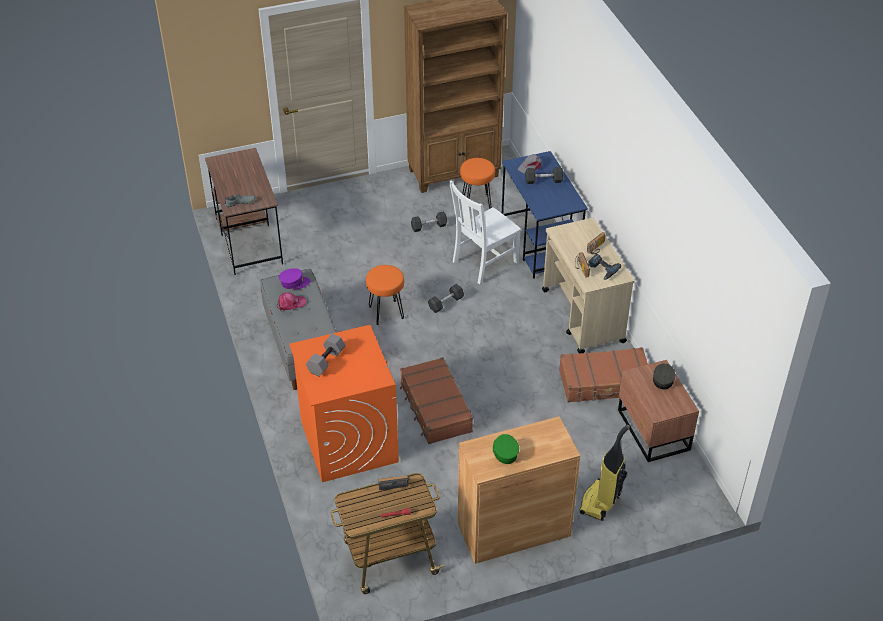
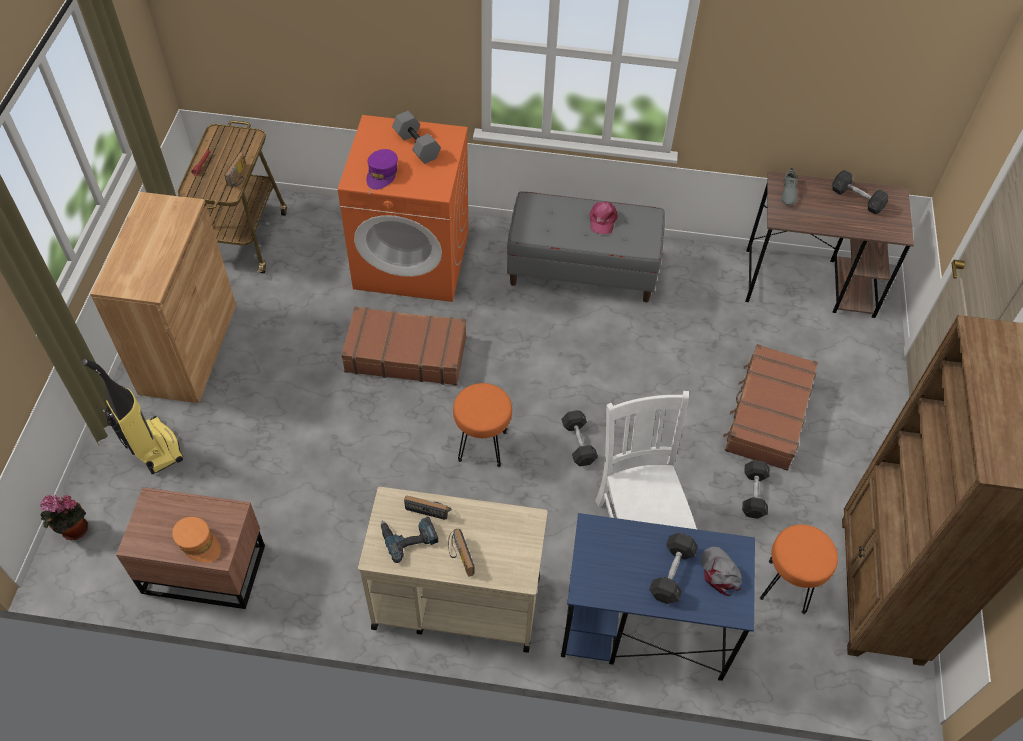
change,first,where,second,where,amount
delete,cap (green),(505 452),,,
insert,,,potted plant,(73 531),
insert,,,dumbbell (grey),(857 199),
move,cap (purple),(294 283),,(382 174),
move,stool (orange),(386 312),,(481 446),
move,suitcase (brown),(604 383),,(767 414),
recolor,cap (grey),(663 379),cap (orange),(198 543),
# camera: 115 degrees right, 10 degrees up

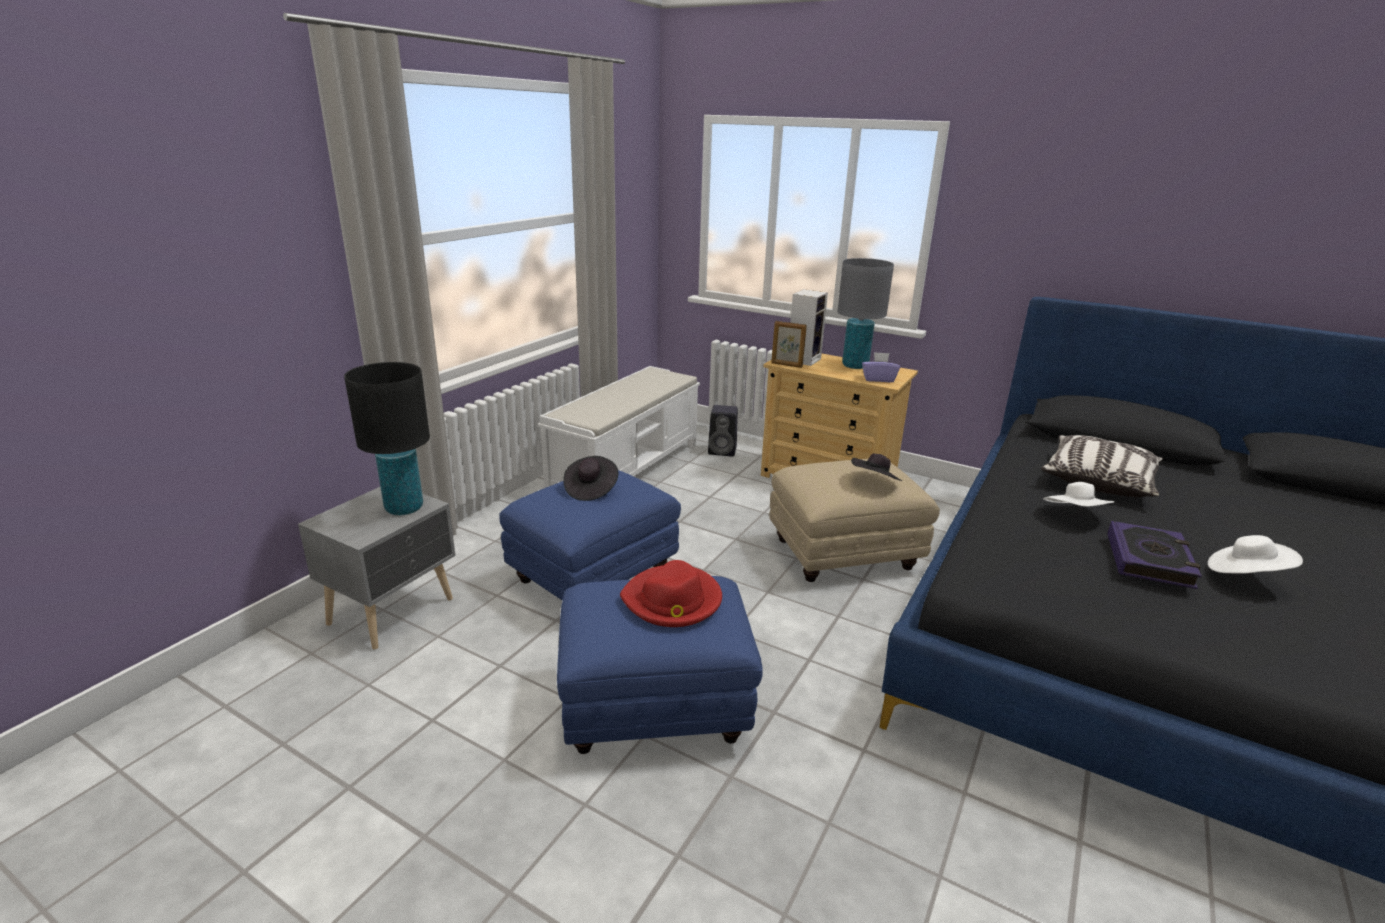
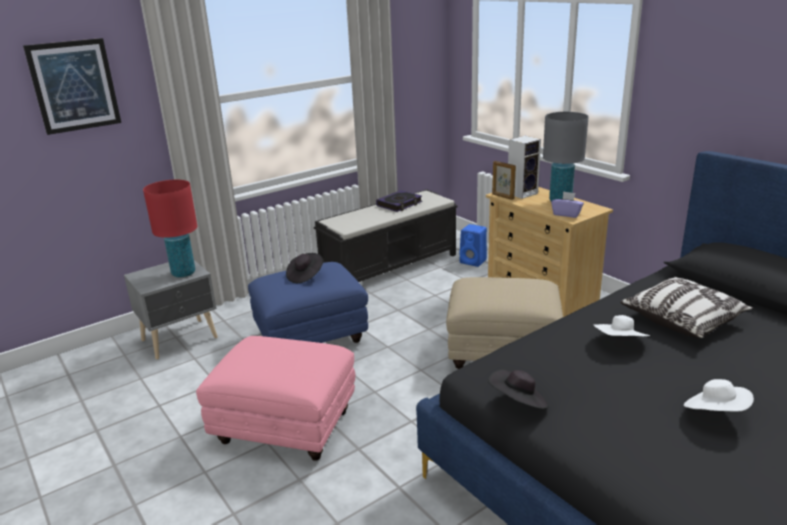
change,first,where,second,where,amount
delete,hat (red),(672 600),,,
insert,,,picture,(74 86),
move,hat (black),(874 482),,(518 403),
move,book,(1149 560),,(399 204),
recolor,table lamp (black),(404 508),table lamp (red),(184 273),
recolor,bench (white),(626 468),bench (black),(391 266),
recolor,ottoman (blue),(656 707),ottoman (pink),(287 428),
recolor,speaker (black),(723 451),speaker (blue),(474 261),
# camera: 25 degrees right, 0 degrees up

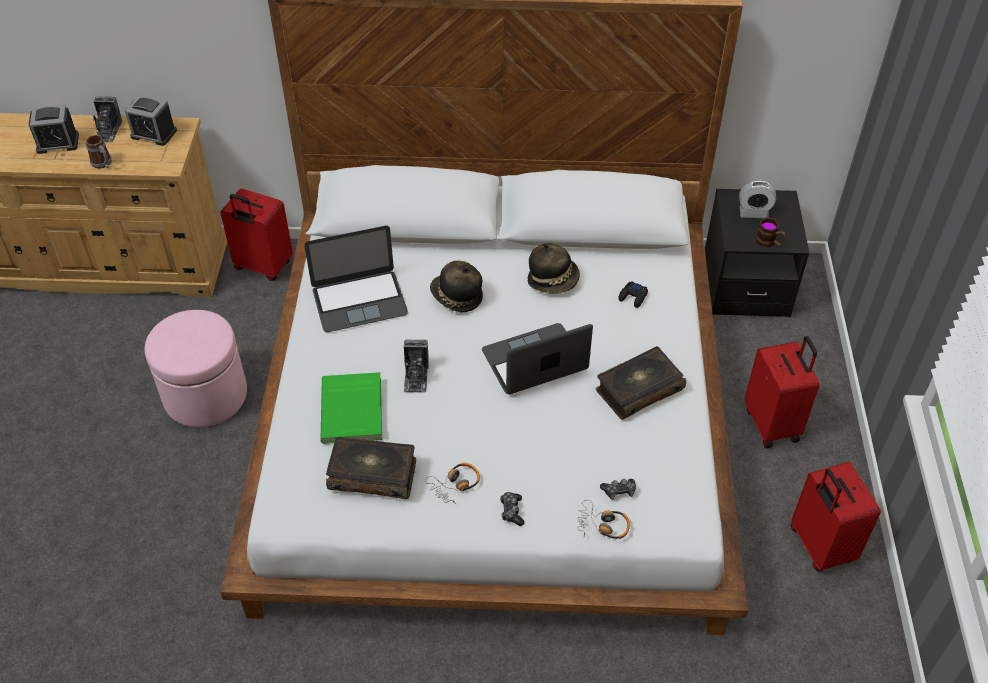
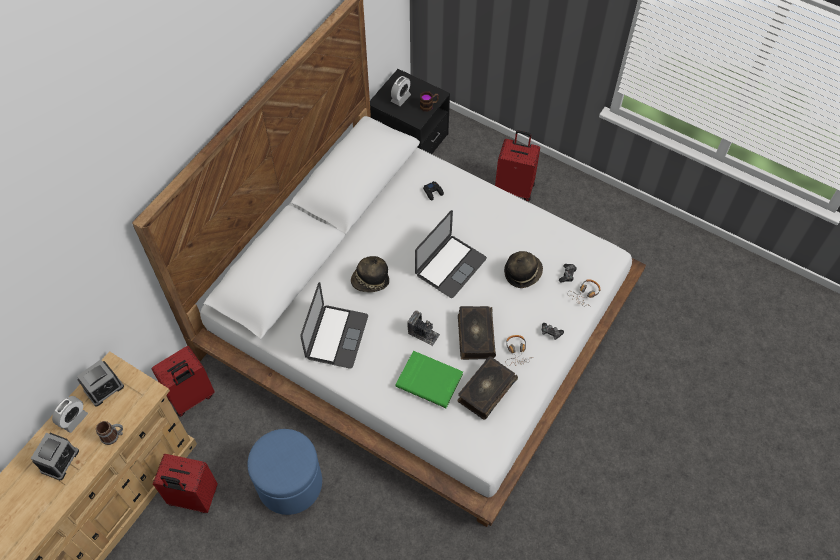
change,first,where,second,where,amount
move,hat,(553 280),,(522 273),
move,book,(638 389),,(475 336),
move,suitcase (red),(819 546),,(193 498),
replace,photo camera,(108 131),alarm clock,(74 419),
recolor,ottoman (pink),(205 395),ottoman (blue),(290 483),
rotate,laptop,(534 360),,(450 266),150 degrees counterclockwise
# camera: 60 degrees left, 10 degrees up

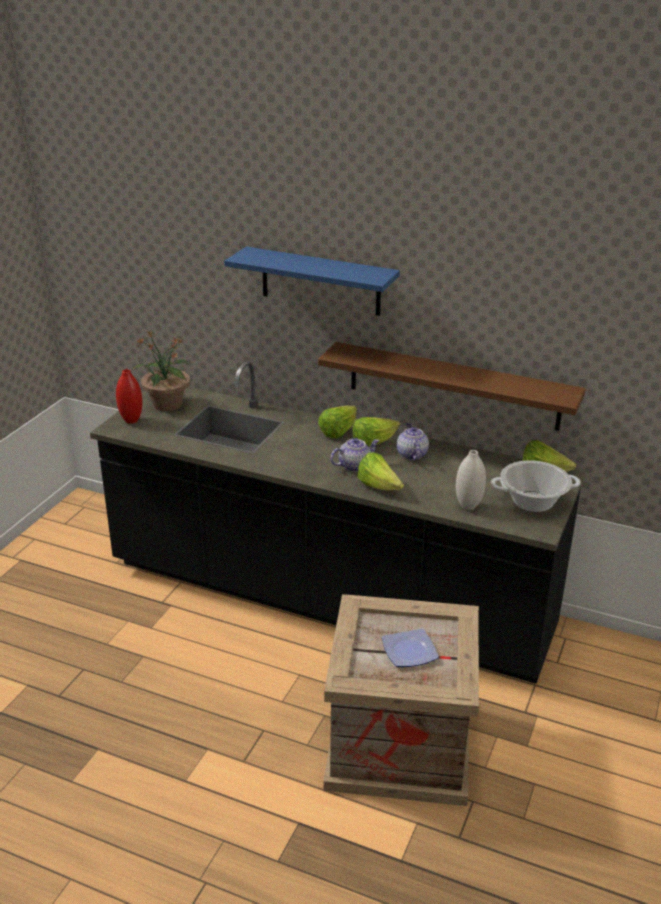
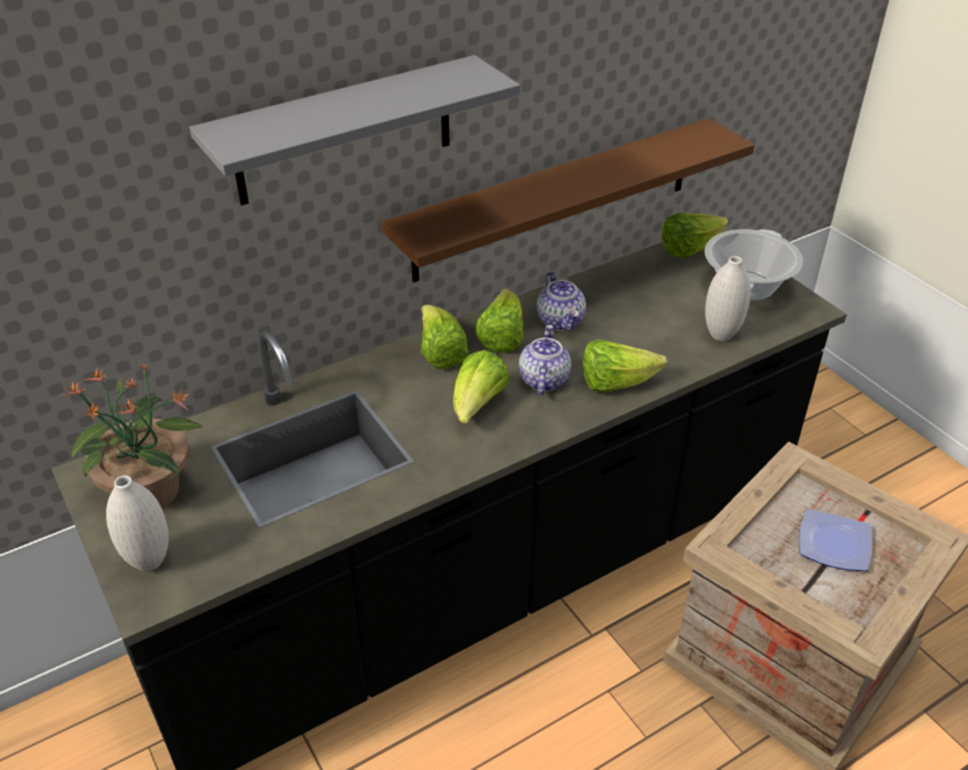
change,first,where,second,where,amount
insert,,,lettuce,(477 406),
recolor,vase (red),(131 420),vase (white),(149 561),
recolor,shelf (blue),(320 281),shelf (grey),(344 131),
rotate,teapot,(411 454),,(561 321),135 degrees counterclockwise
# camera: 55 degrees left, 10 degrees up

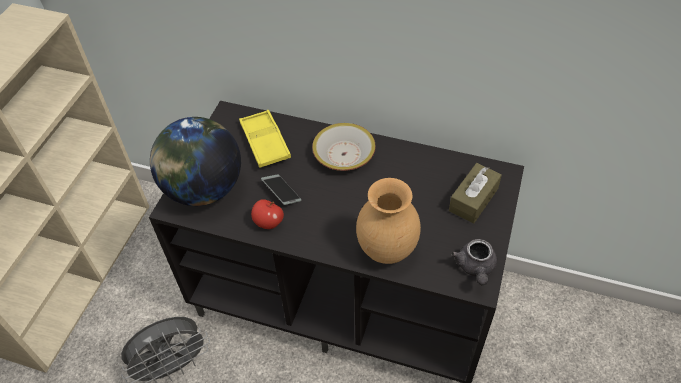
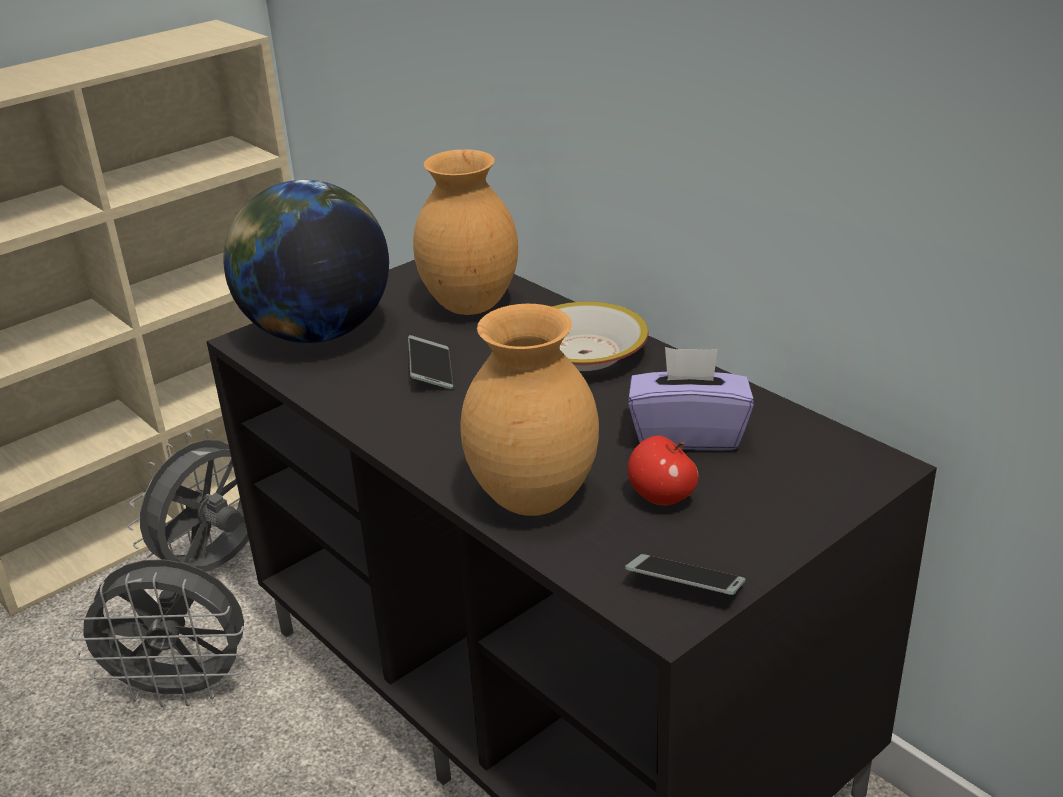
change,first,where,second,where,amount
delete,tissue box (brown),(473 199),,,
insert,,,fan (grey),(218 564),
insert,,,tissue box (purple),(688 434),
move,apple,(268 222),,(661 497),
replace,tray (yellow),(265 142),vase (brown),(468 306),
replace,teapot (grey),(475 268),phone,(685 584),
# camera: 30 degrees right, 20 degrees down

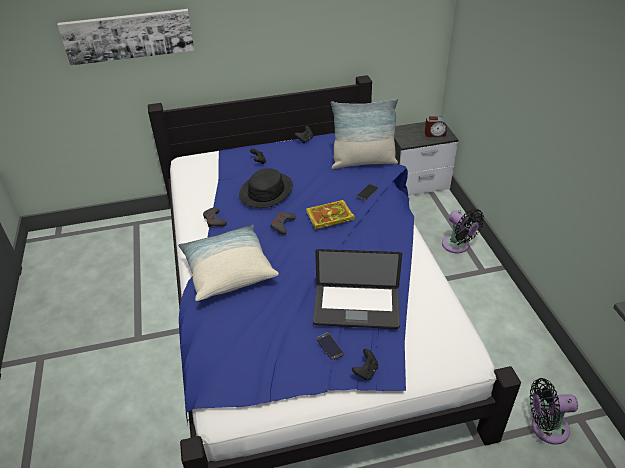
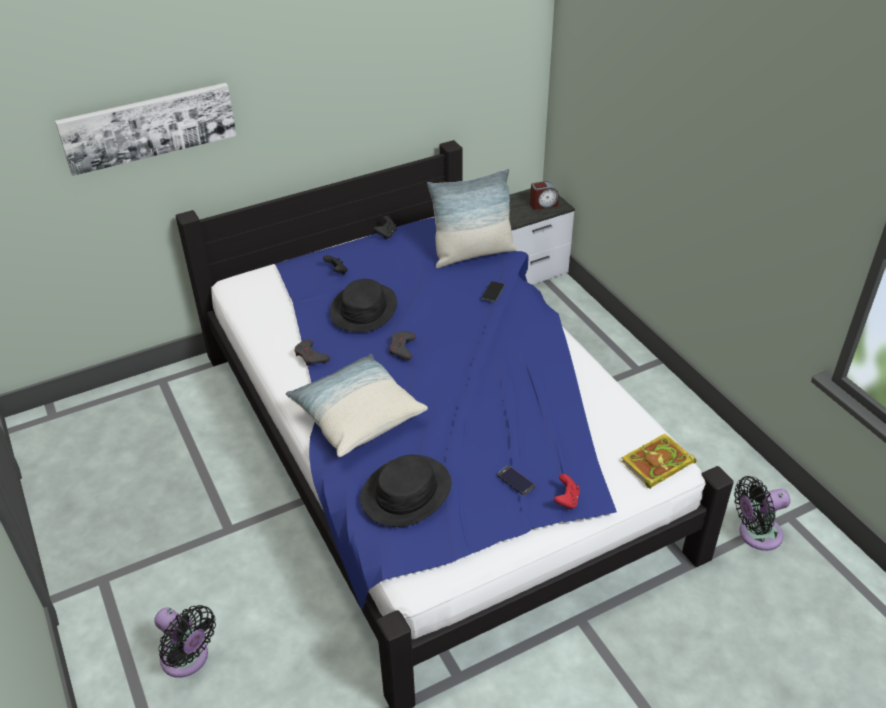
change,first,where,second,where,amount
delete,laptop,(356 307),,,
insert,,,hat (black),(406 492),
move,book,(329 217),,(656 464),
move,fan (black),(457 246),,(188 659),
recolor,game controller (black),(366 371),game controller (red),(566 500),
# camera: 15 degrees left, 0 degrees up

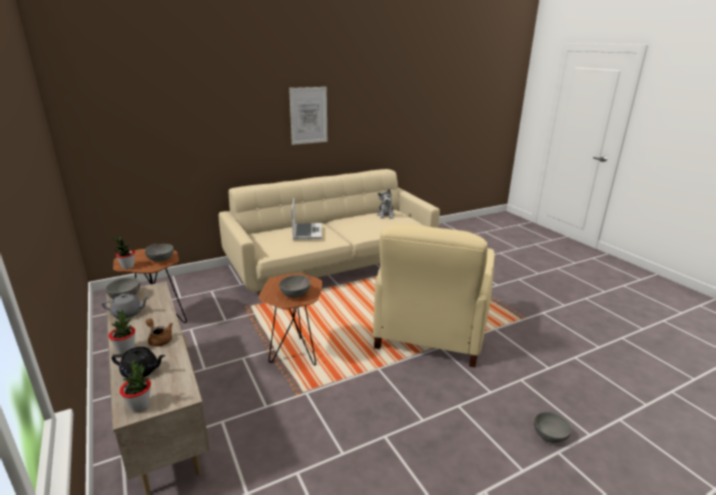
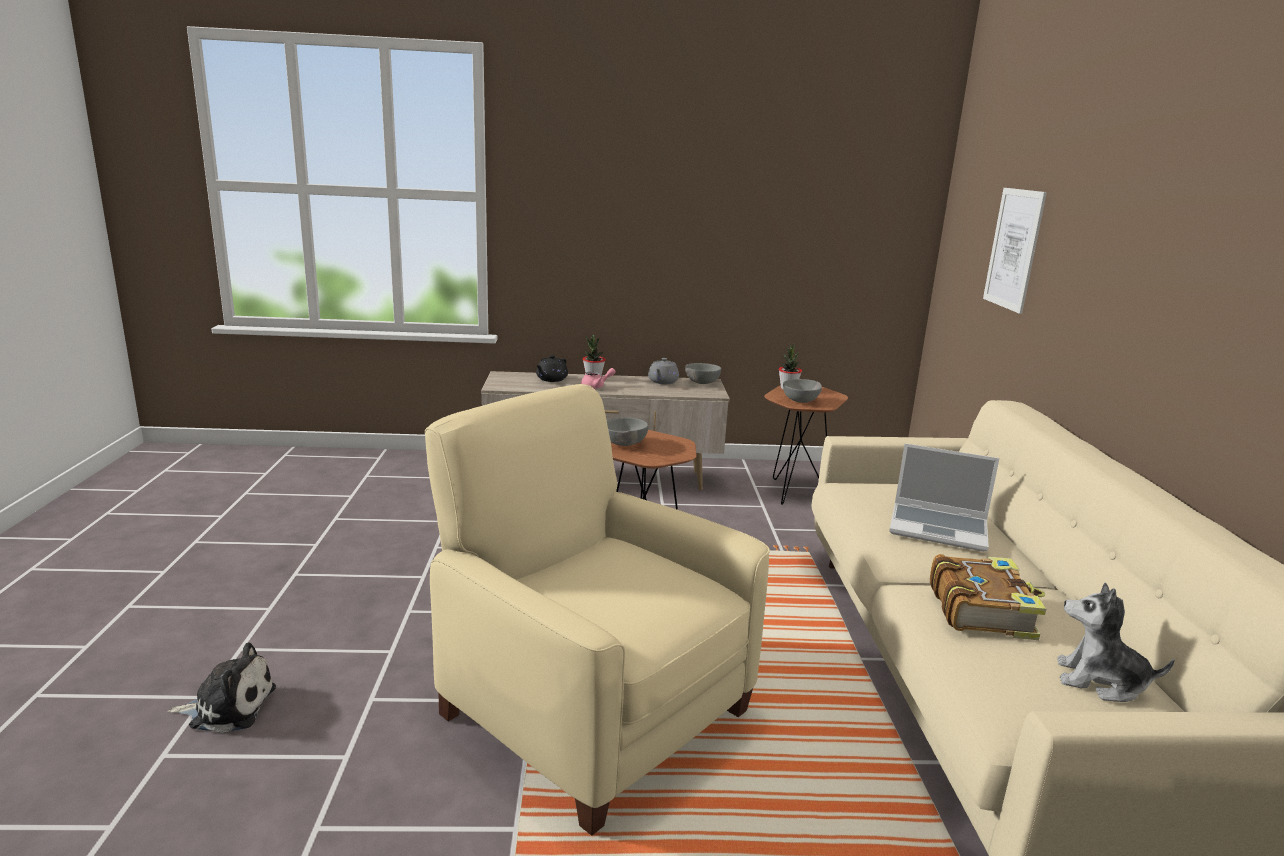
change,first,where,second,where,amount
delete,potted plant,(139 405),,,
insert,,,book,(981 609),
move,picture,(308 115),,(1013 249),
replace,bowl (grey),(550 436),plush toy,(228 707),
recolor,teapot (brown),(159 339),teapot (pink),(596 387),
# camera: 115 degrees right, 5 degrees down

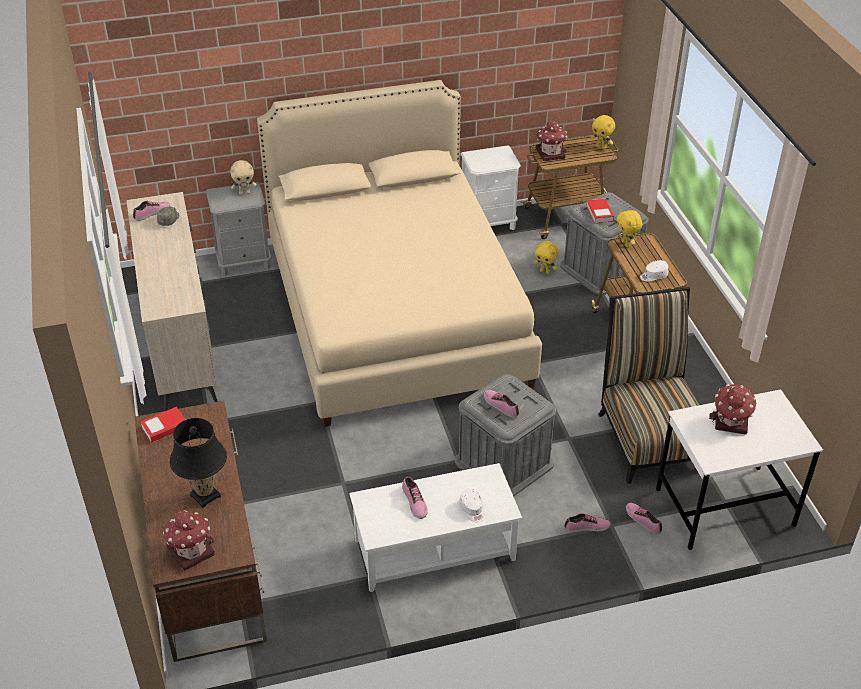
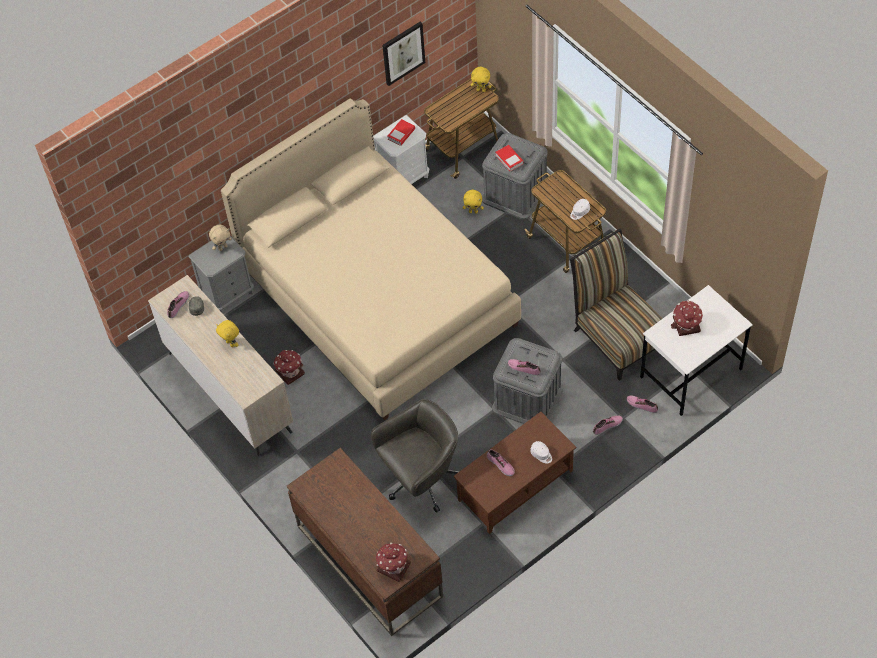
change,first,where,second,where,amount
delete,table lamp (black),(205 495),,,
insert,,,office chair (grey),(421 479),
insert,,,picture,(403 53),
move,book,(164 427),,(401 134),
move,toy house,(550 153),,(289 371),
move,plush toy (yellow),(626 244),,(231 343),
recolor,coffee table (white),(434 548),coffee table (brown),(515 484),
# camera: 20 degrees left, 15 degrees up

